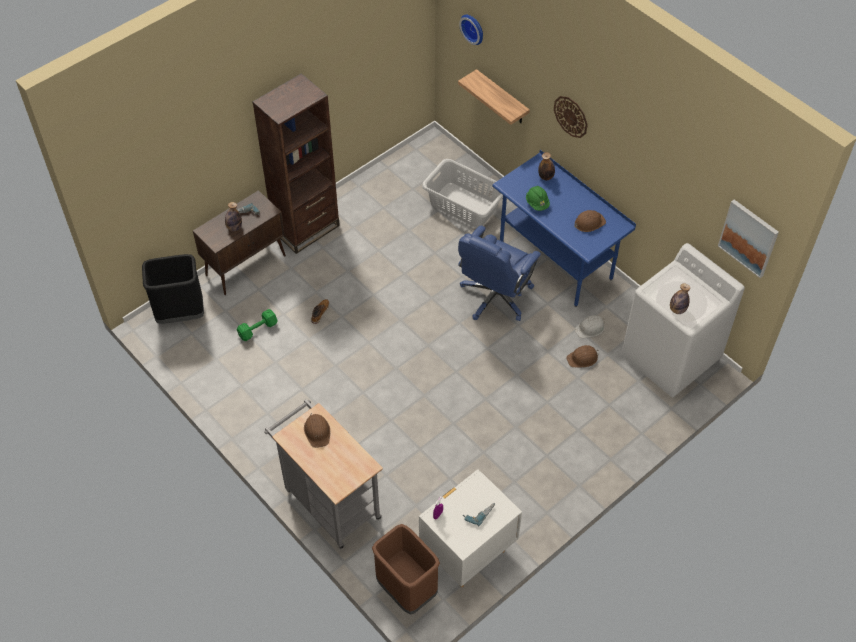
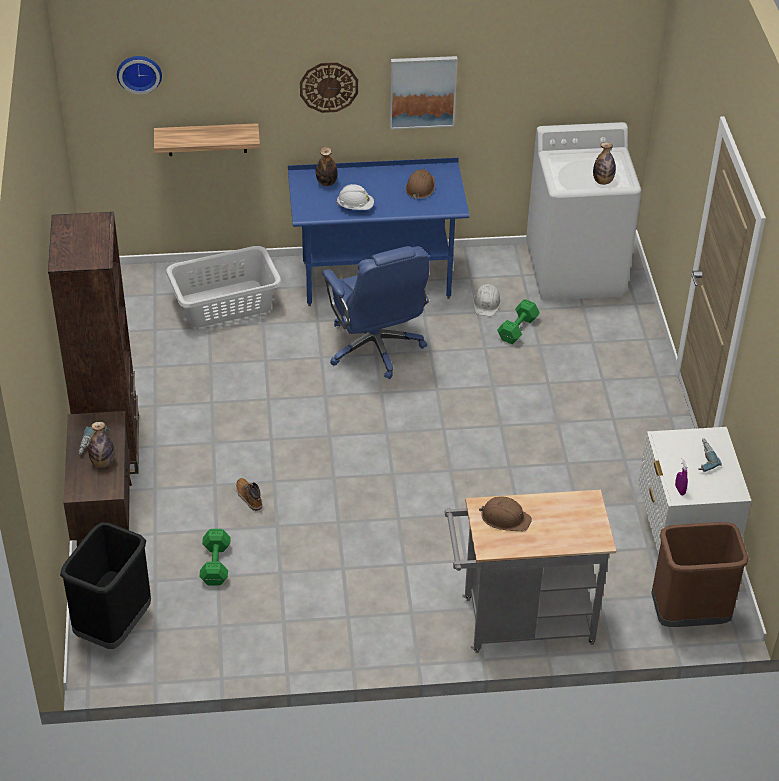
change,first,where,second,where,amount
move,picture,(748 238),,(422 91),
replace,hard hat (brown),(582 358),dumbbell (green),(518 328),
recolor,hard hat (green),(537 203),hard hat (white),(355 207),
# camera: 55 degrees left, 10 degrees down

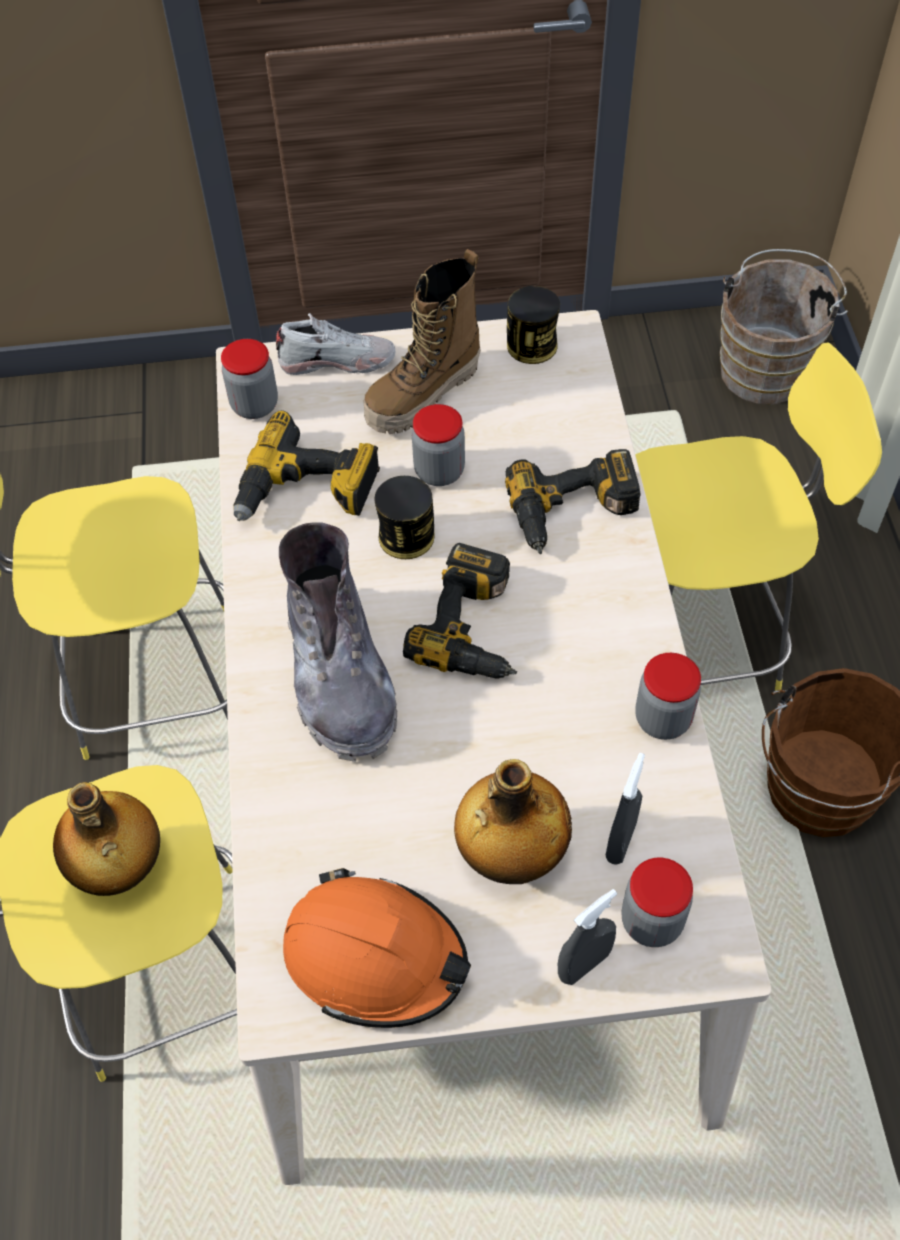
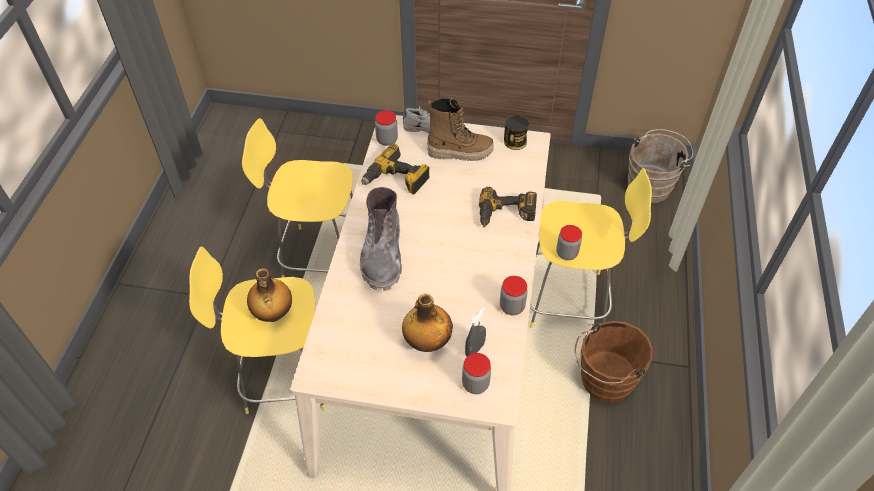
change,first,where,second,where,amount
delete,hard hat (orange),(375 956),,,
delete,can,(406 536),,,
delete,power drill,(477 628),,,
delete,spray bottle (grey),(584 964),,,
move,jar,(439 471),,(566 253),
rotate,boot,(424 395),,(460 152),150 degrees counterclockwise
# camera: 15 degrees right, 5 degrees down

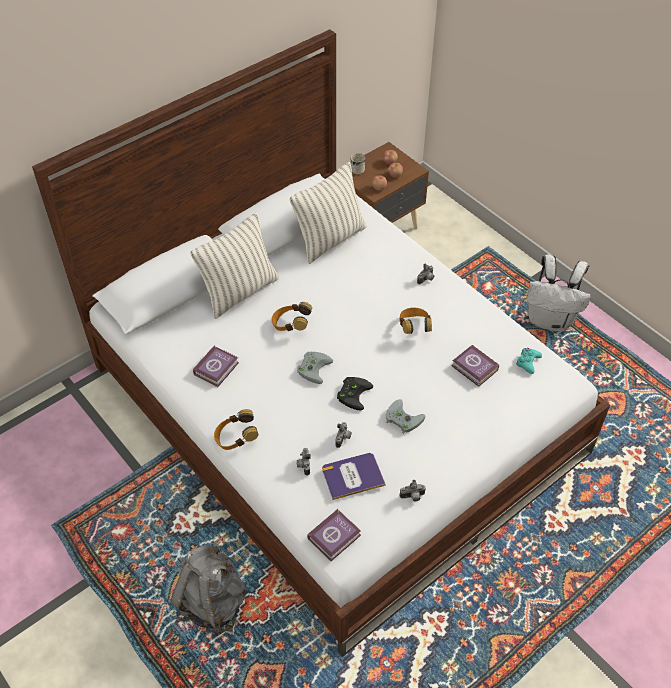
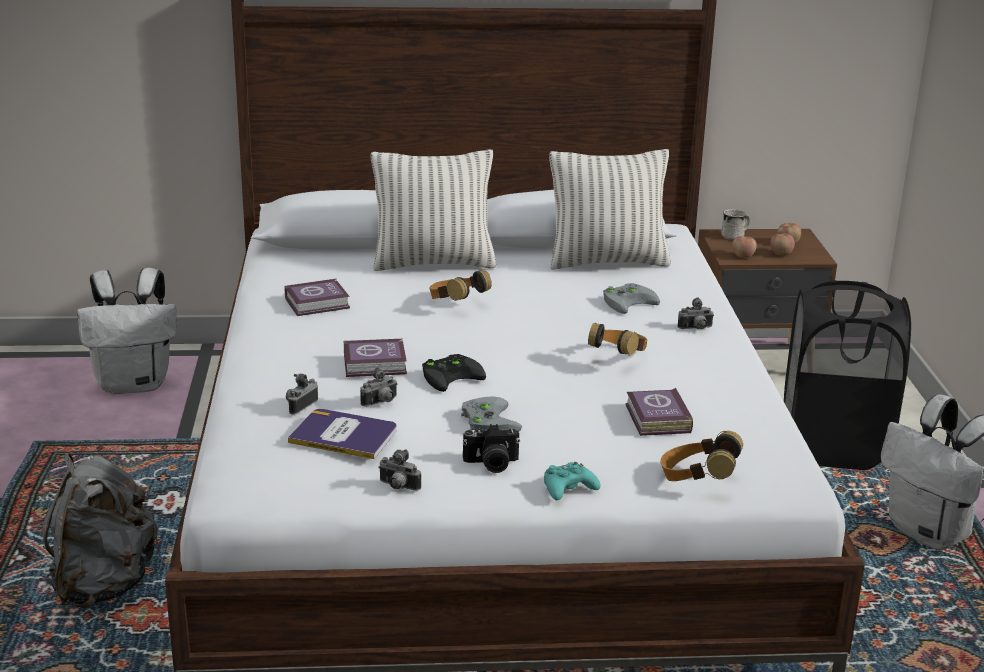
change,first,where,second,where,amount
insert,,,backpack (white),(135 384),
insert,,,photo camera,(491 464),
insert,,,laundry basket (black),(833 446),
move,headphones,(236 438),,(697 480),
move,game controller (grey),(313 367),,(629 301),
move,book,(335 537),,(376 365),
move,game controller (turquoise),(527 362),,(568 488),
# camera: 35 degrees right, 25 degrees down

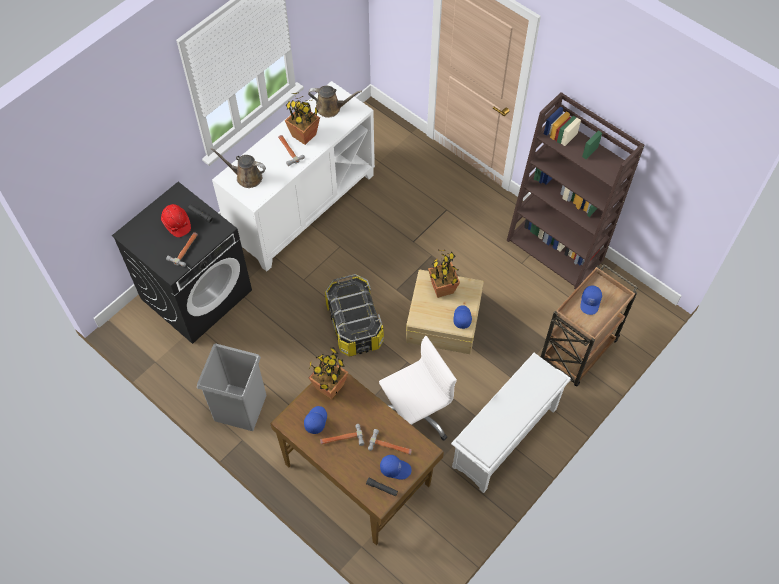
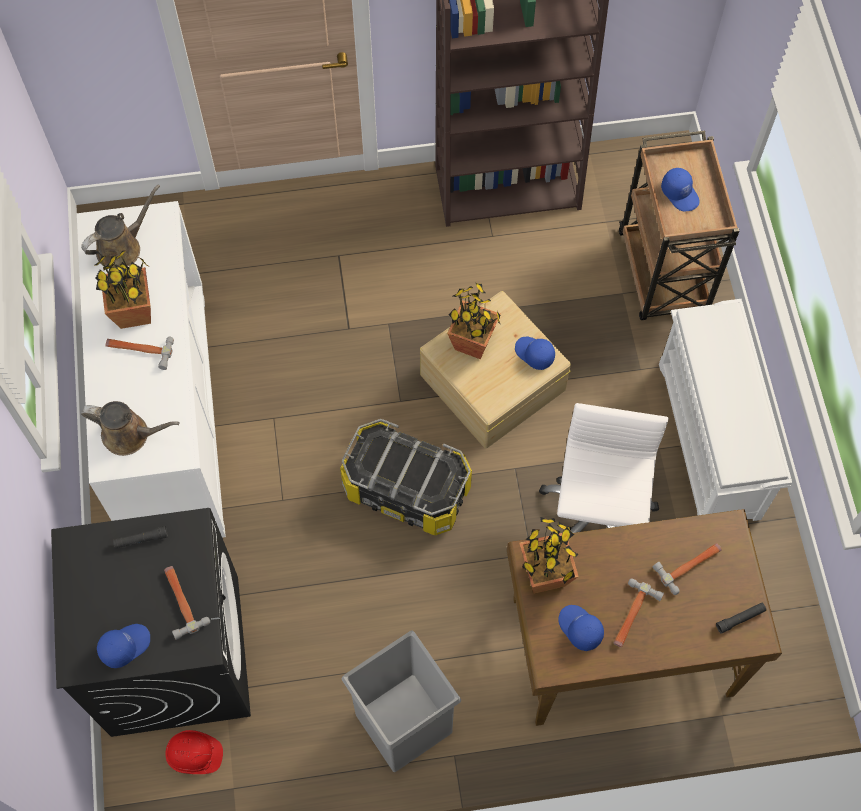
change,first,where,second,where,amount
move,hard hat (red),(176 224),,(195 755),
move,cap (blue),(395 468),,(124 645),
rotate,watering can (brown),(246 177),,(130 435),135 degrees counterclockwise
# camera: 50 degrees left, 5 degrees up

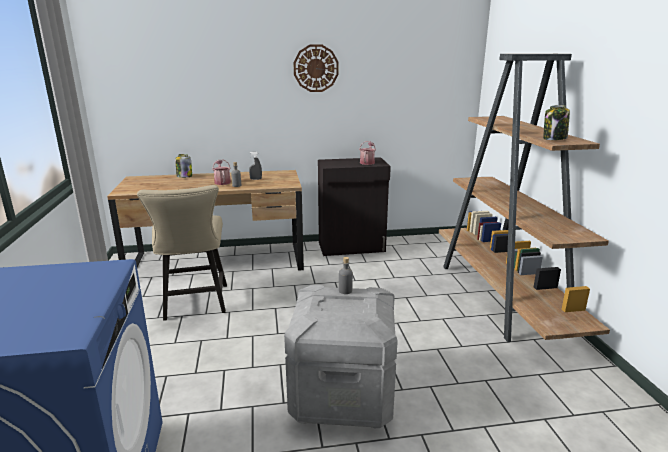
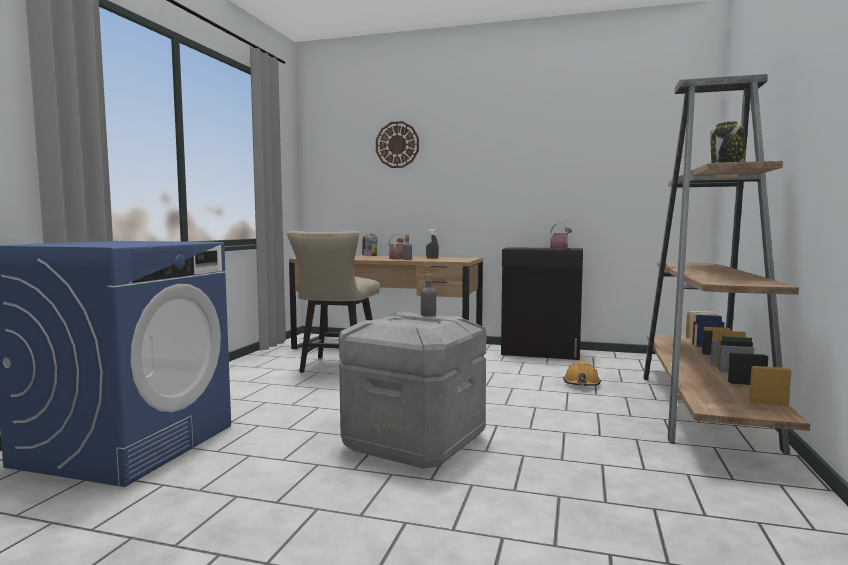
change,first,where,second,where,amount
insert,,,hard hat (orange),(581 384),
move,wall clock,(316 68),,(397 145),
# camera: 25 degrees right, 15 degrees down

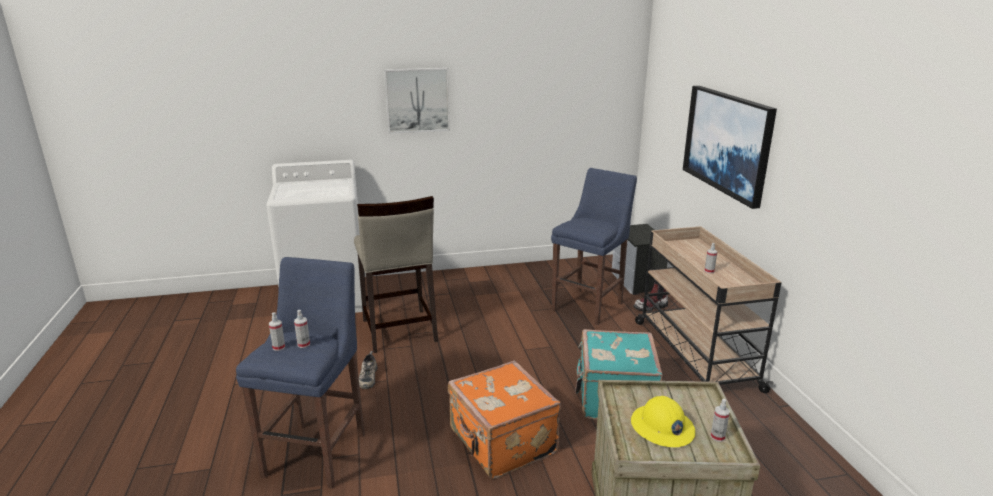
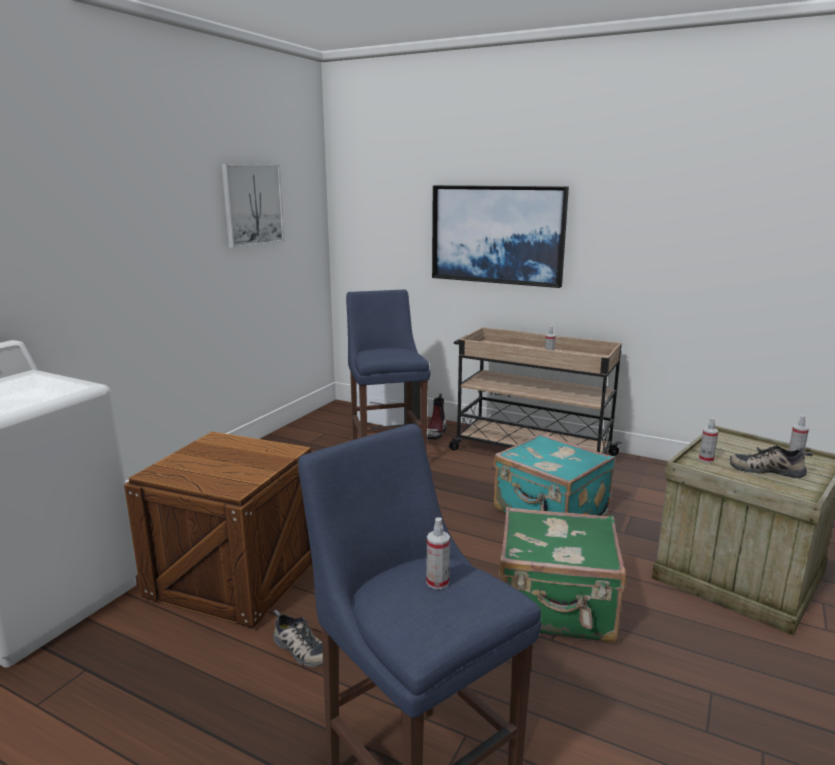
change,first,where,second,where,amount
move,spray bottle,(279 347),,(706 459),
move,picture,(417 100),,(252 205),
replace,stool (beige),(399 331),crate,(236 577),
replace,hard hat (yellow),(662 427),shoe,(767 469),
recolor,suitcase (orange),(501 443),suitcase (green),(556 608),
# camera: 50 degrees left, 5 degrees down

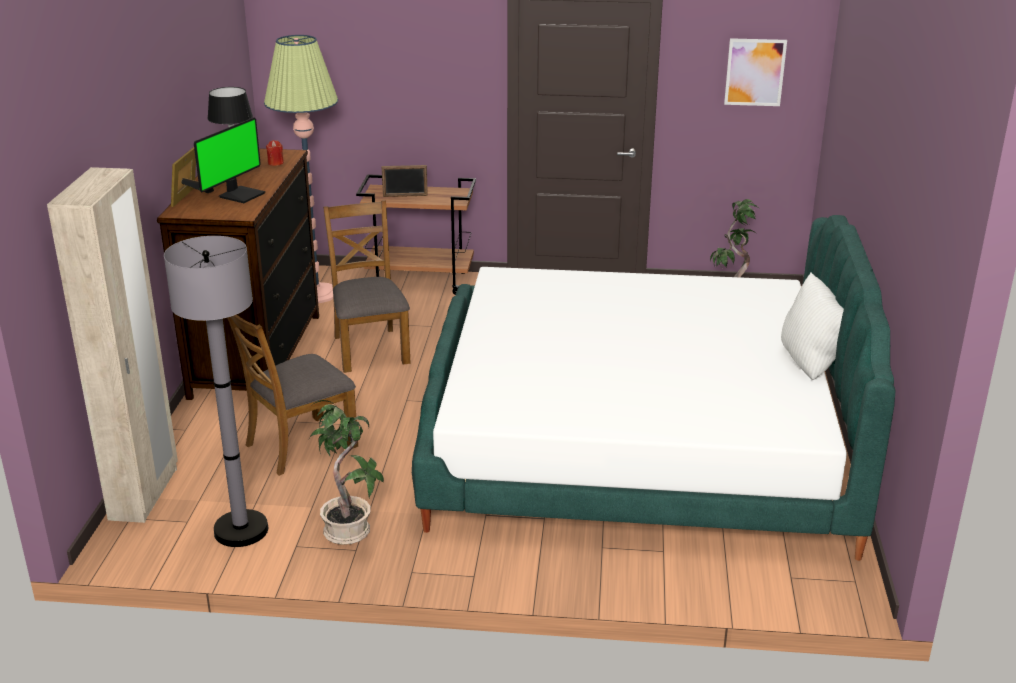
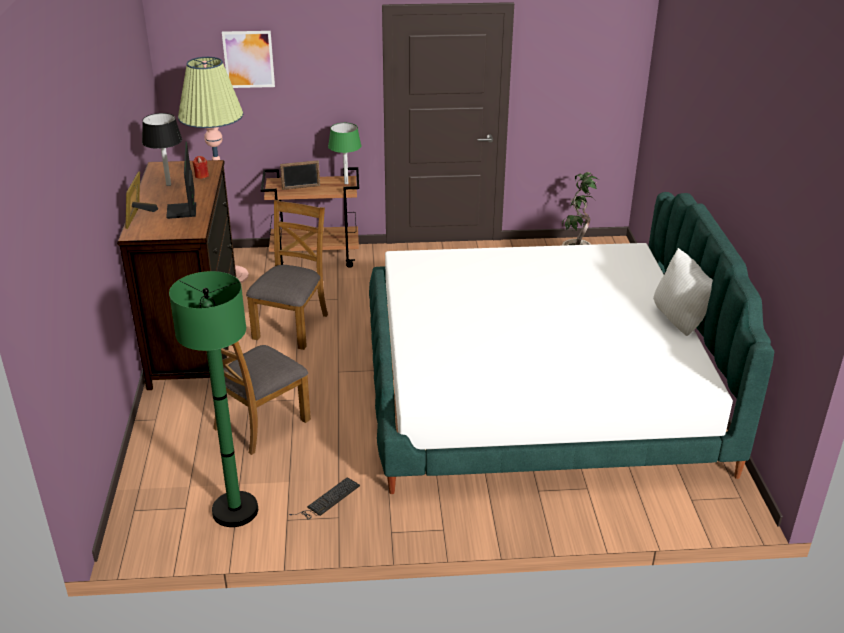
change,first,where,second,where,amount
delete,wardrobe (beige),(145 494),,,
insert,,,table lamp (green),(346 183),
move,picture,(755 72),,(248 59),
replace,potted plant,(349 530),keyboard,(327 500),
recolor,floor lamp (grey),(241 530),floor lamp (green),(235 510),
rotate,monitor,(240 195),,(183 211),150 degrees clockwise
rotate,chair (brown),(370 349),,(292 326),45 degrees clockwise
# camera: 10 degrees left, 5 degrees up

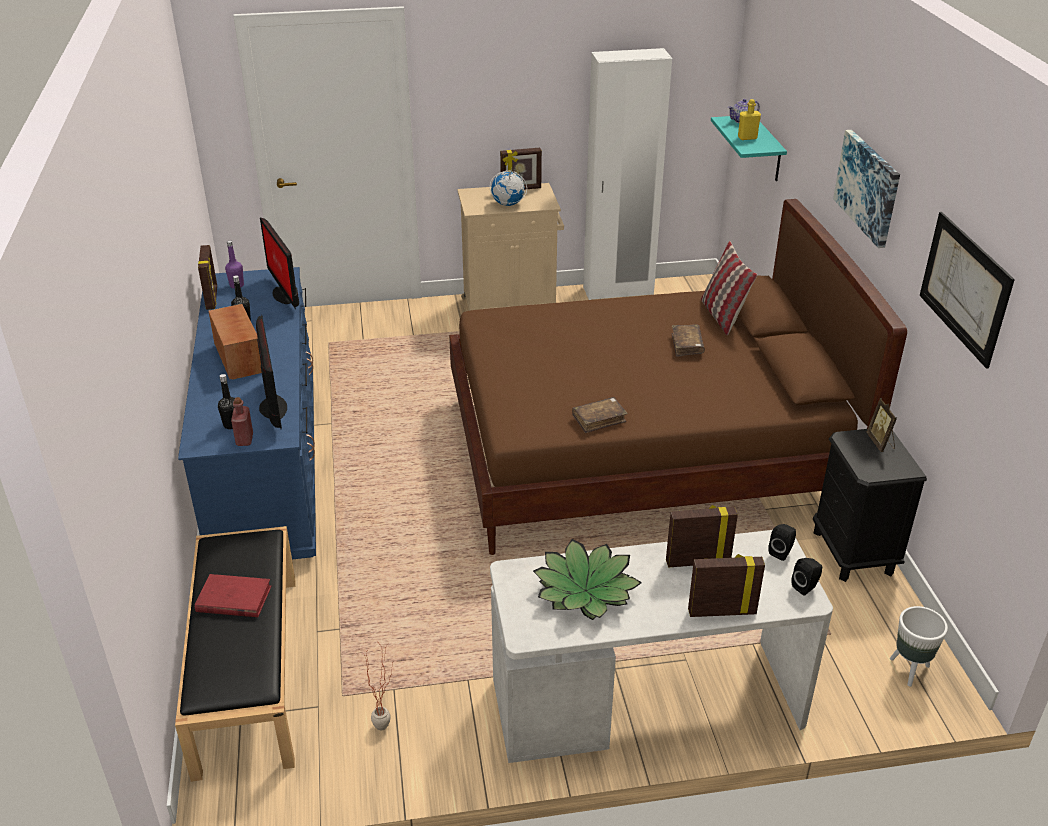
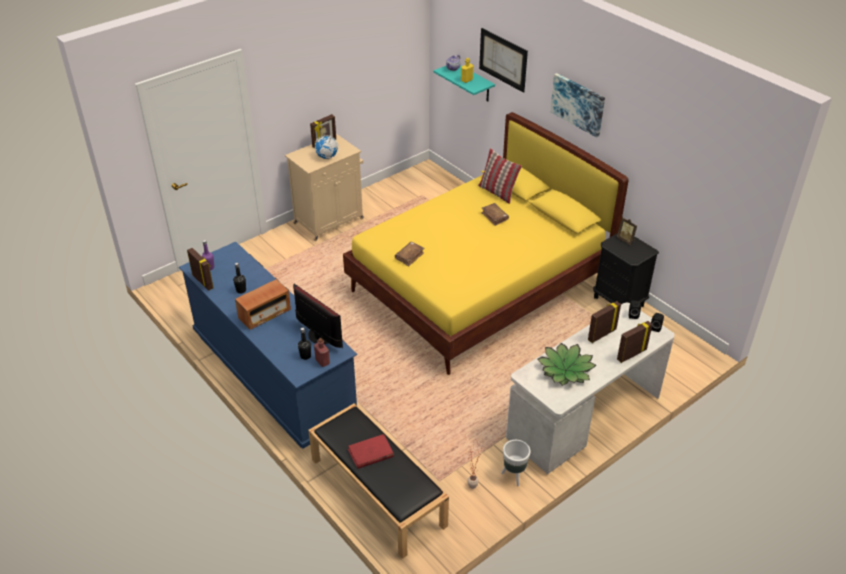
change,first,where,second,where,amount
delete,monitor,(285 294),,,
delete,wardrobe (white),(618 291),,,
move,book (brown),(599 419),,(409 256),
move,planter (white),(909 670),,(514 476),
move,picture,(964 287),,(503 59),
recolor,bed (brown),(644 454),bed (yellow),(479 286),
rotate,radio,(239 358),,(265 314),105 degrees clockwise
# camera: 30 degrees left, 5 degrees up

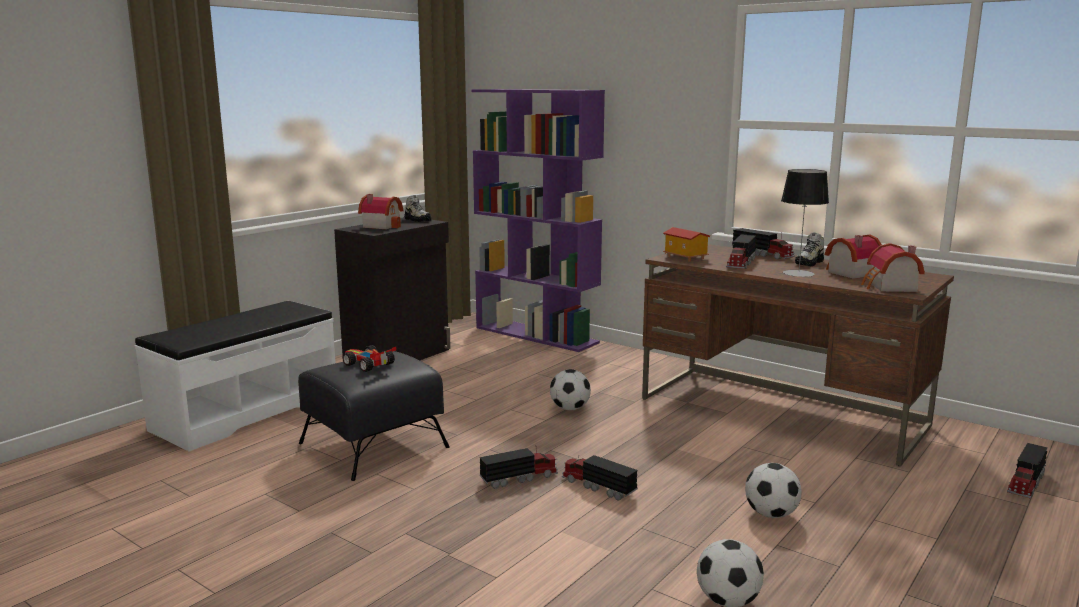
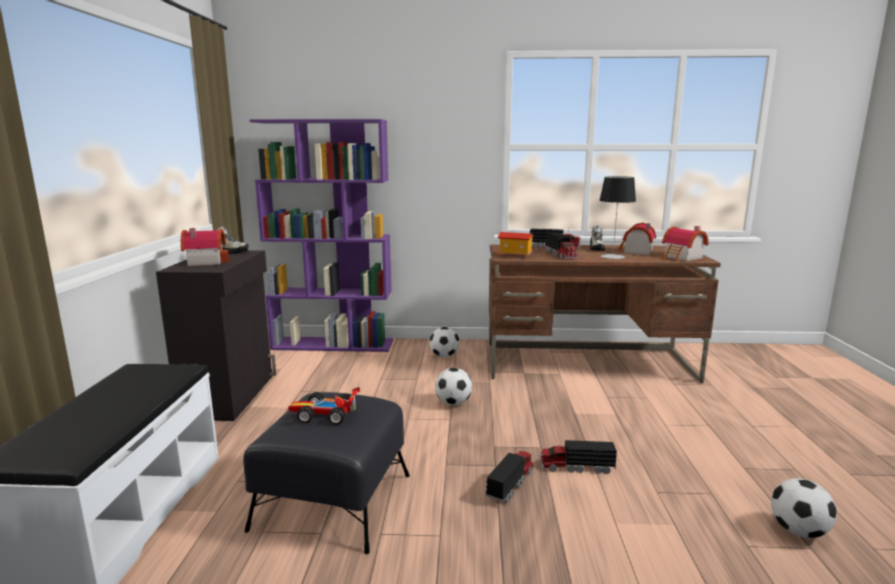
change,first,where,second,where,amount
delete,toy truck,(1025 483),,,
move,football,(771 514),,(444 356),
# camera: 35 degrees left, 0 degrees up

